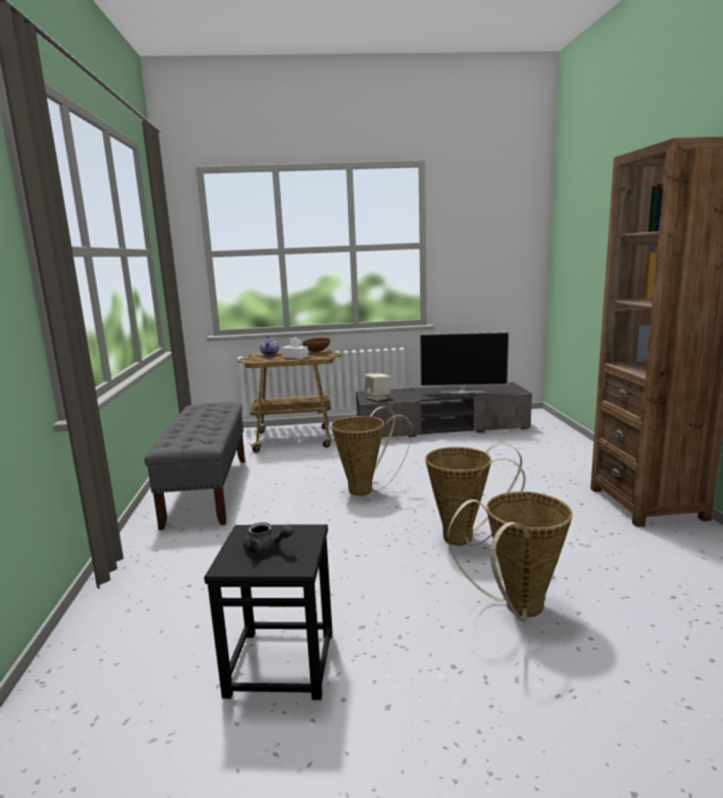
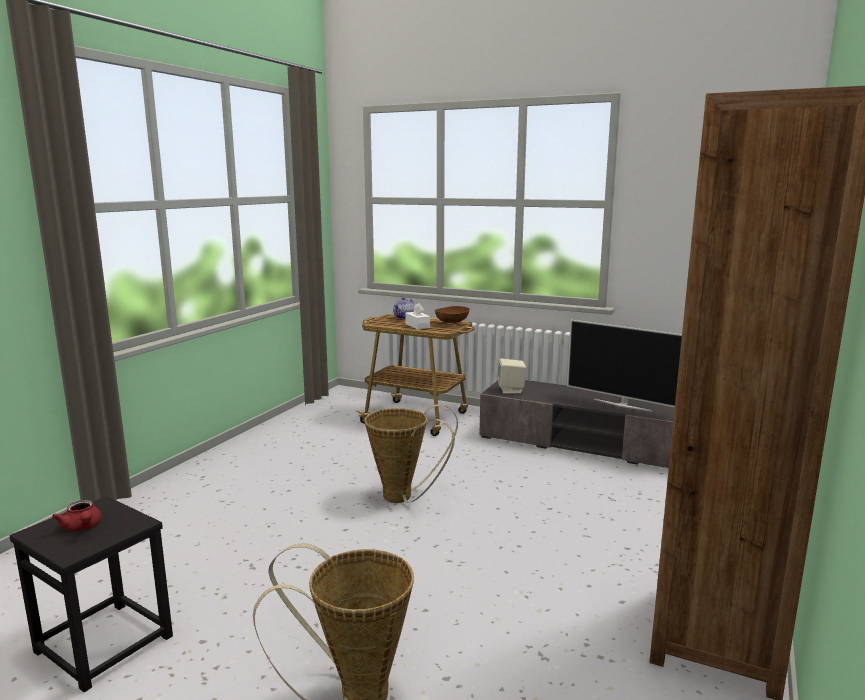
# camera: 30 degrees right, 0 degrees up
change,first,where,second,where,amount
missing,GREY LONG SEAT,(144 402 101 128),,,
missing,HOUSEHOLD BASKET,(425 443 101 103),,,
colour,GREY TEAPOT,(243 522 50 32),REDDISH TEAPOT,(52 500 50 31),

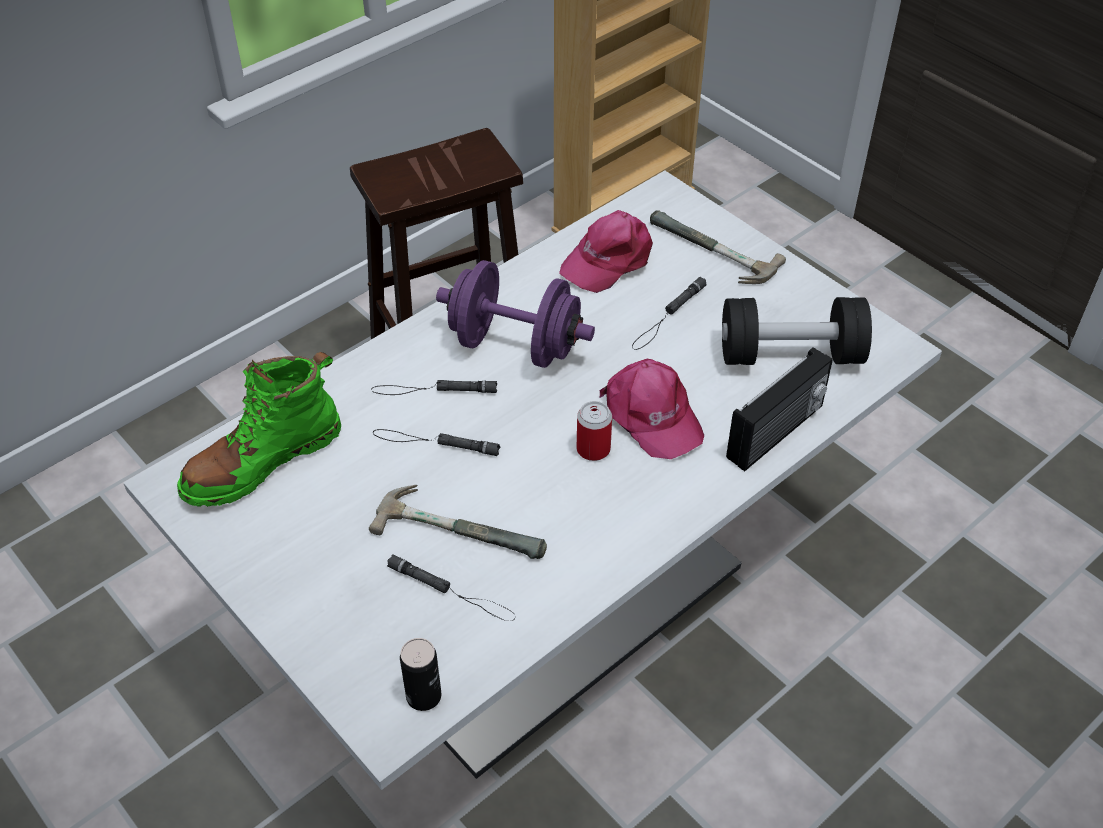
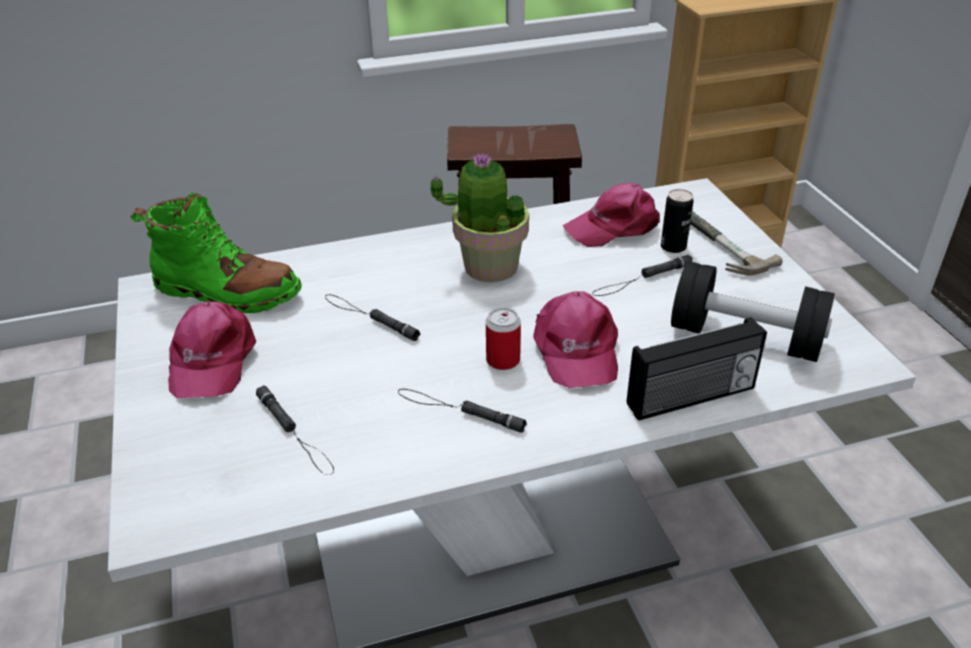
# camera: 25 degrees right, 10 degrees down
change,first,where,second,where,amount
missing,HAMMER,(369 485 178 74),,,
appeared,,,PINKISH BASEBALL CAP,(168 301 88 97),
relocated,BLACK TORCH,(371 380 126 15),,(398 389 129 44),
relocated,METAL CAN,(400 638 41 73),,(661 189 33 64),
exchanged,PURPLE FREE WEIGHT,(436 260 159 108),PLANT IN A POT,(431 152 98 130),
spun,GREEN-COLOURED TALL BOOT,(177 352 164 155),,(130 192 172 121),150 degrees counterclockwise

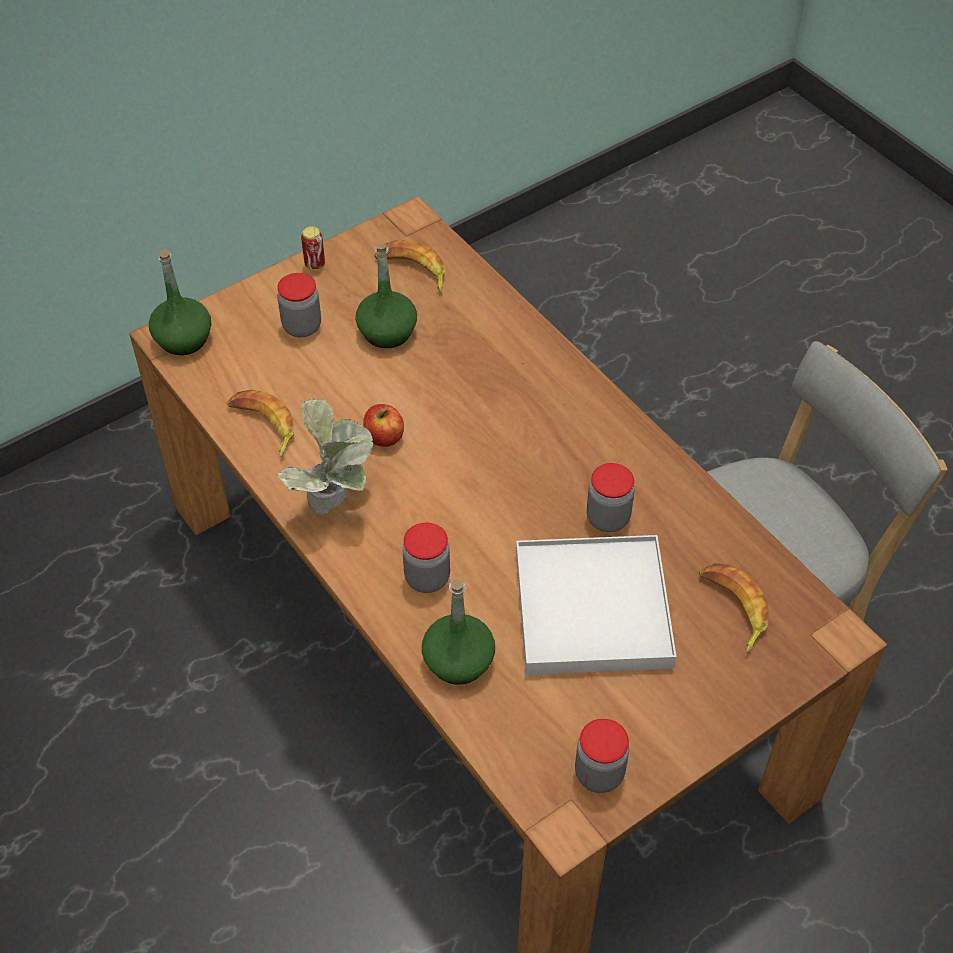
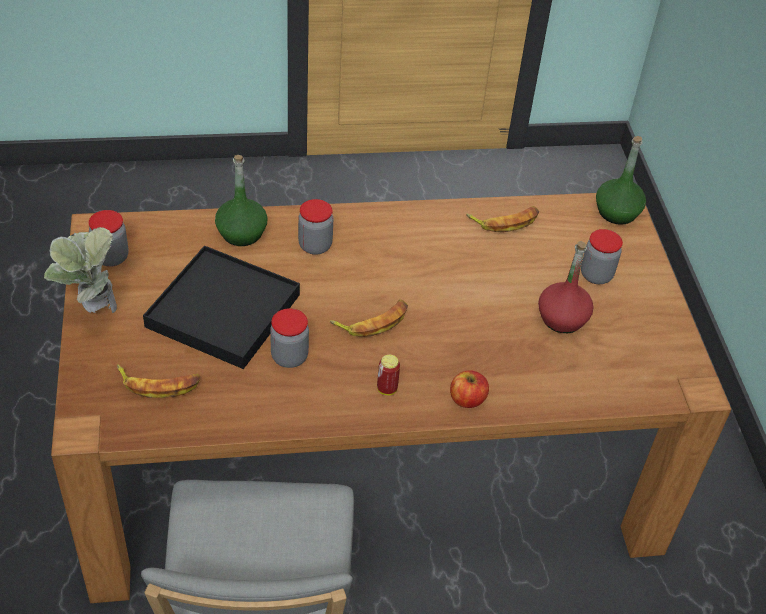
# camera: 115 degrees right, 5 degrees down
change,first,where,second,where,amount
relocated,PLANT IN A POT,(278 398 95 117),,(44 227 73 86),
relocated,METAL CAN,(301 226 24 45),,(377 355 23 41),
relocated,WHOLE APPLE,(363 404 41 43),,(450 370 39 38),
relocated,BANANA FRUIT,(374 240 71 52),,(330 300 78 37),
colour,GREEN-COLOURED DRINK BOTTLE,(355 243 62 105),REDDISH DRINK BOTTLE,(538 241 56 92),
colour,WHITISH CARRYING TRAY,(516 535 160 140),BLACK CARRYING TRAY,(143 246 157 123),

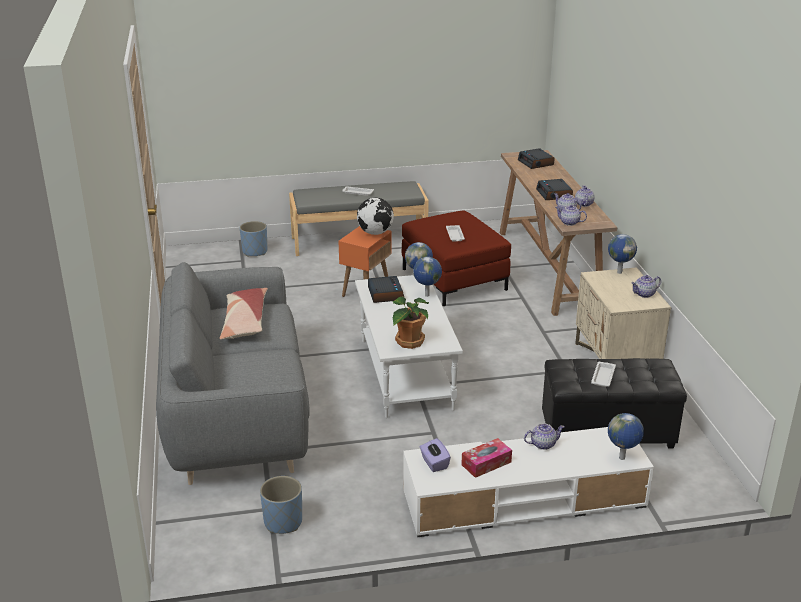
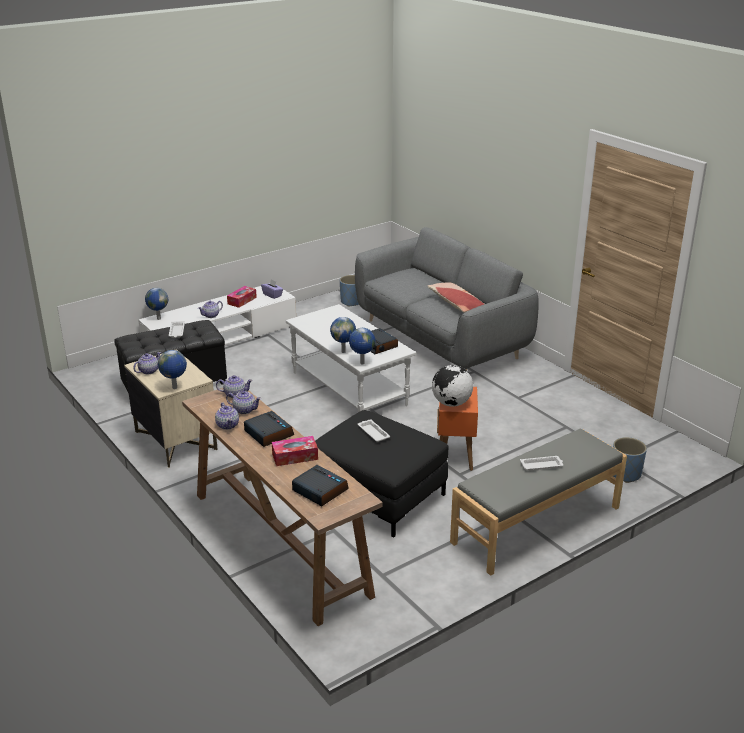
# camera: 155 degrees right, 0 degrees up
change,first,where,second,where,amount
missing,PLANT IN A POT,(393 296 36 53),,,
appeared,,,TISSUE BOX,(272 436 46 30),
colour,REDDISH FOOTREST,(402 211 109 95),BLACK FOOTREST,(315 410 134 128),

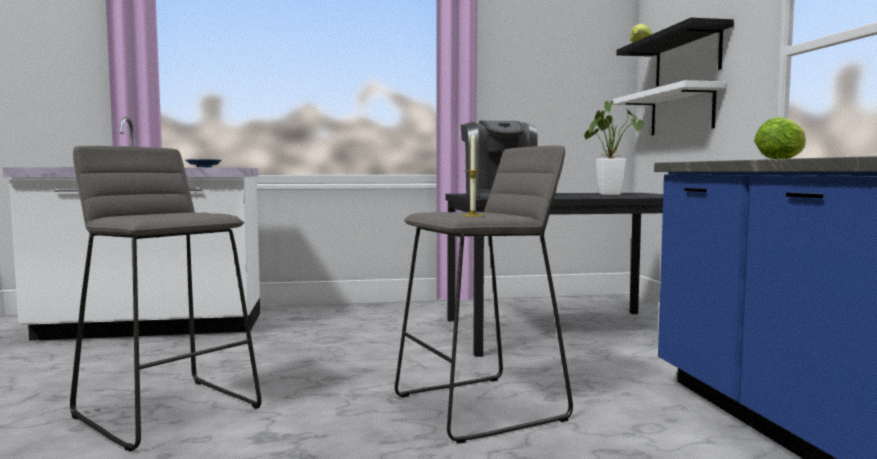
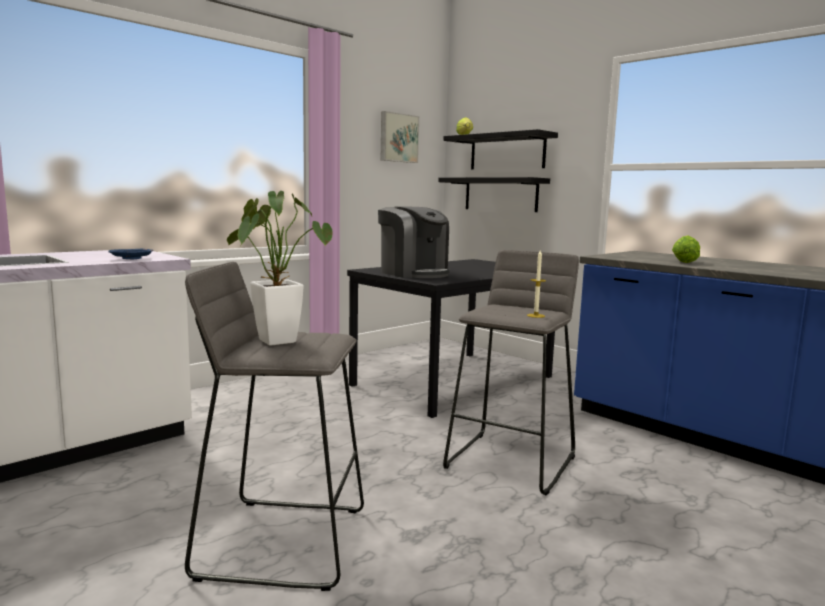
# camera: 35 degrees left, 5 degrees up
change,first,where,second,where,amount
appeared,,,WALL ART,(381 111 38 52),
relocated,PLANT IN A POT,(584 101 60 94),,(227 191 106 155),
colour,WHITISH WALL SHELF,(613 80 114 55),BLACK WALL SHELF,(438 177 112 35),

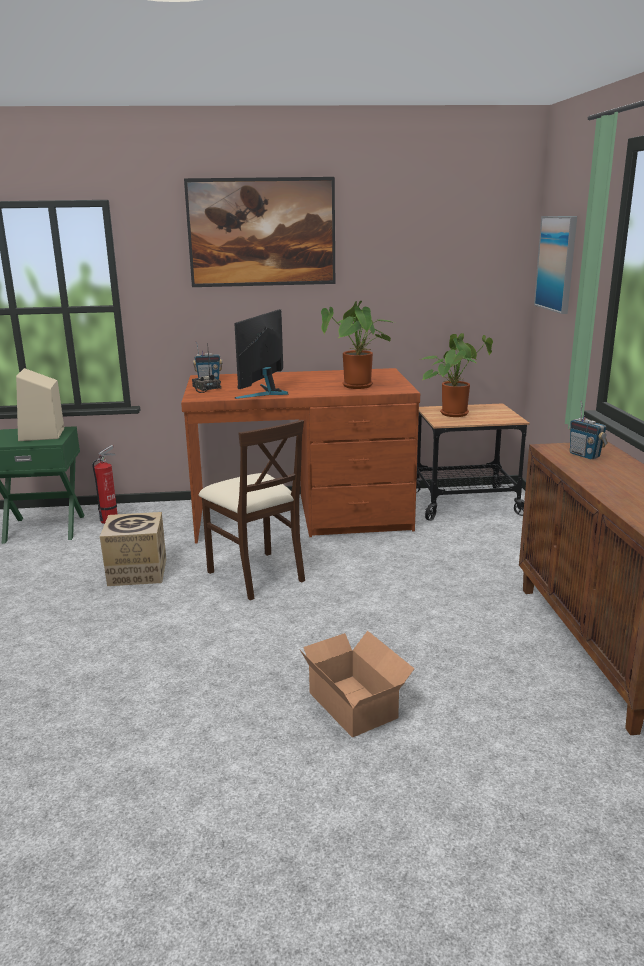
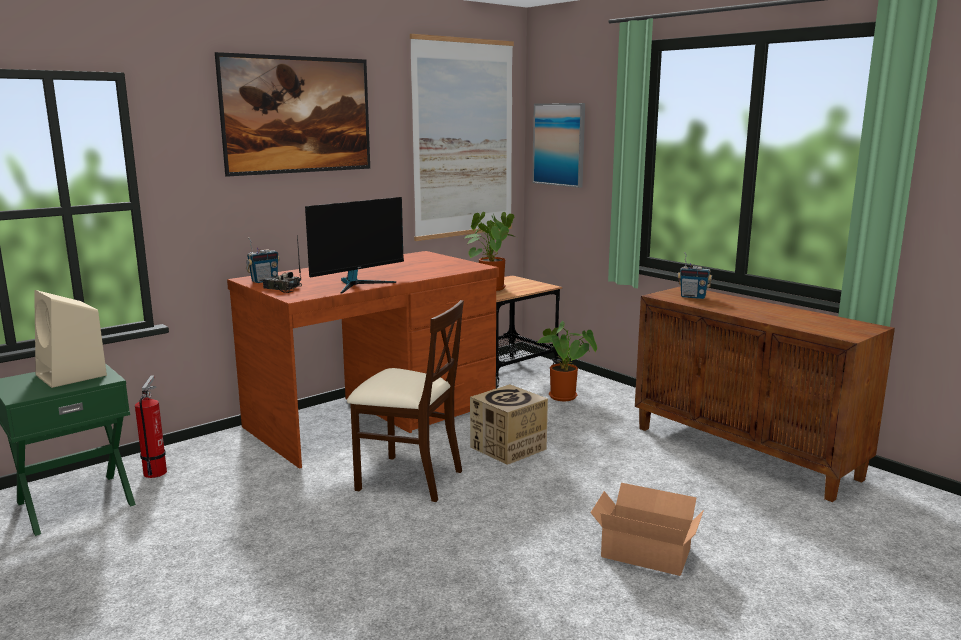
# camera: 35 degrees left, 5 degrees down
change,first,where,second,where,amount
appeared,,,WALL ART,(410 34 104 207),
relocated,CARTON,(100 512 66 74),,(470 384 78 81),
relocated,PLANT IN A POT,(321 301 71 88),,(536 321 61 80),
spun,COMPUTER DISPLAY,(234 309 54 90),,(305 197 99 96),120 degrees counterclockwise

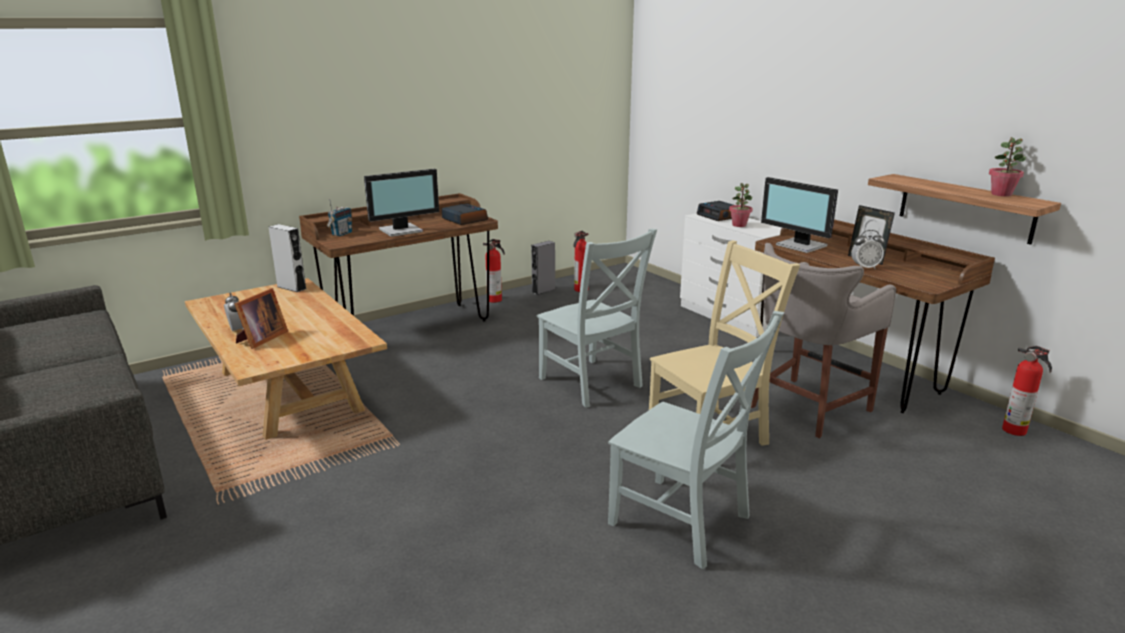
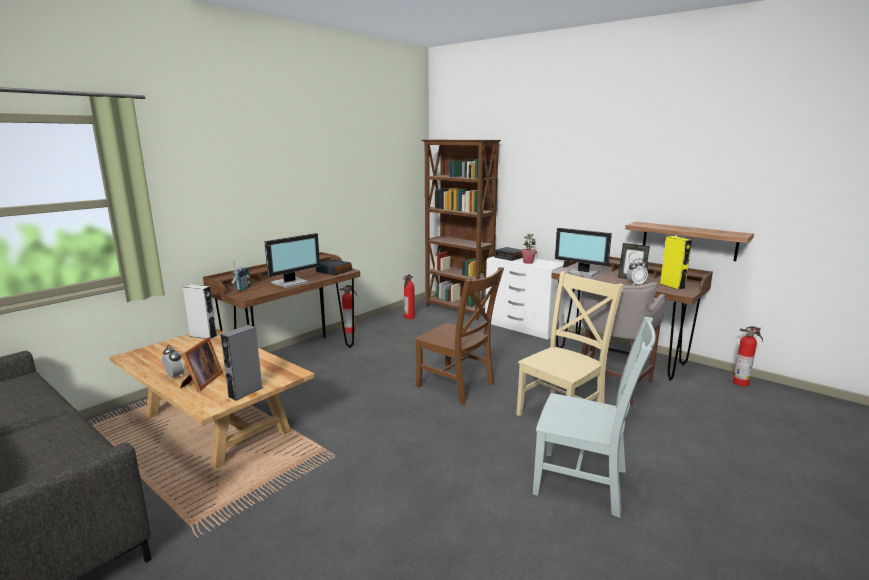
# camera: 15 degrees left, 5 degrees down
change,first,where,second,where,amount
missing,PLANT IN A POT,(989 137 37 60),,,
appeared,,,BROWN BOOKSHELF,(422 140 79 180),
appeared,,,YELLOWISH LOUDSPEAKER,(660 236 32 54),
relocated,GREY LOUDSPEAKER,(531 241 25 54),,(220 325 42 76),
colour,GREY UPRIGHT CHAIR,(537 228 120 180),BROWN UPRIGHT CHAIR,(414 267 90 138),

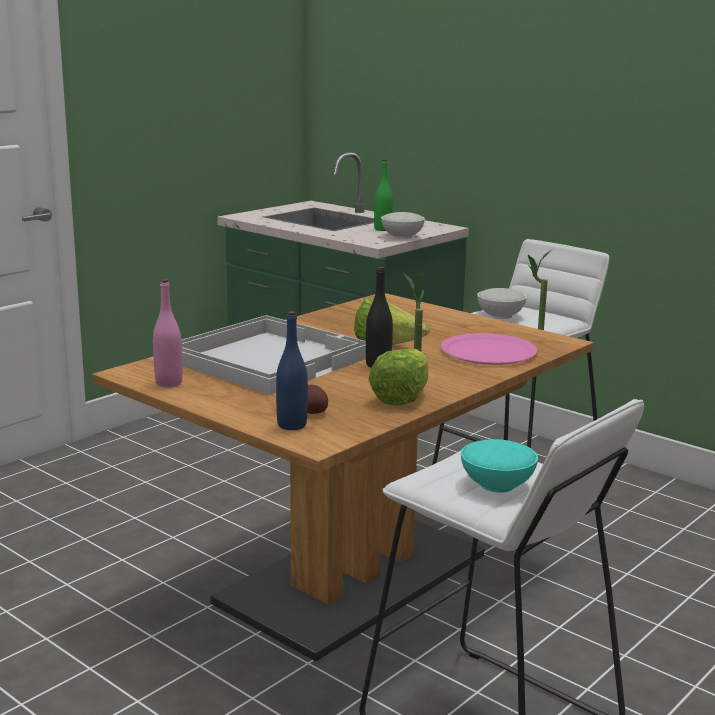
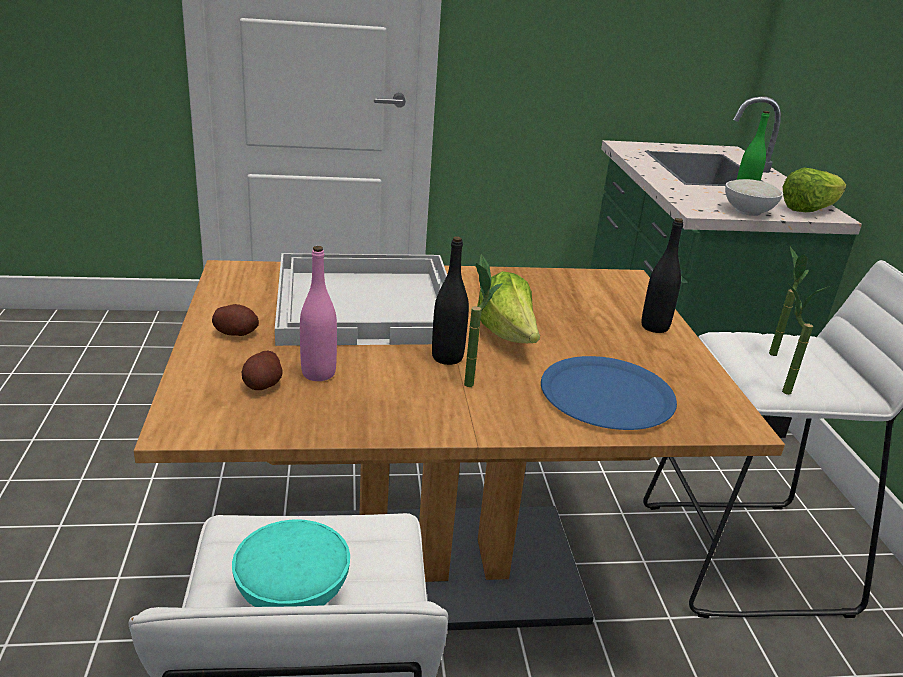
# camera: 40 degrees right, 10 degrees up
change,first,where,second,where,amount
missing,BLUE-COLOURED DRINK BOTTLE,(276 311 32 119),,,
appeared,,,WHOLE POTATO,(212 304 47 32),
appeared,,,BLACK DRINK BOTTLE,(641 218 42 115),
relocated,PINKISH DRINK BOTTLE,(153 279 30 108),,(300 246 37 135),
relocated,LETTUCE,(368 349 60 57),,(783 167 63 45),
exchanged,WHITISH SERVING BOWL,(477 288 50 31),PLANT IN A POT,(769 247 40 109),
colour,PINKISH FLAT DISH,(441 333 97 32),BLUE-COLOURED FLAT DISH,(541 356 136 74),

